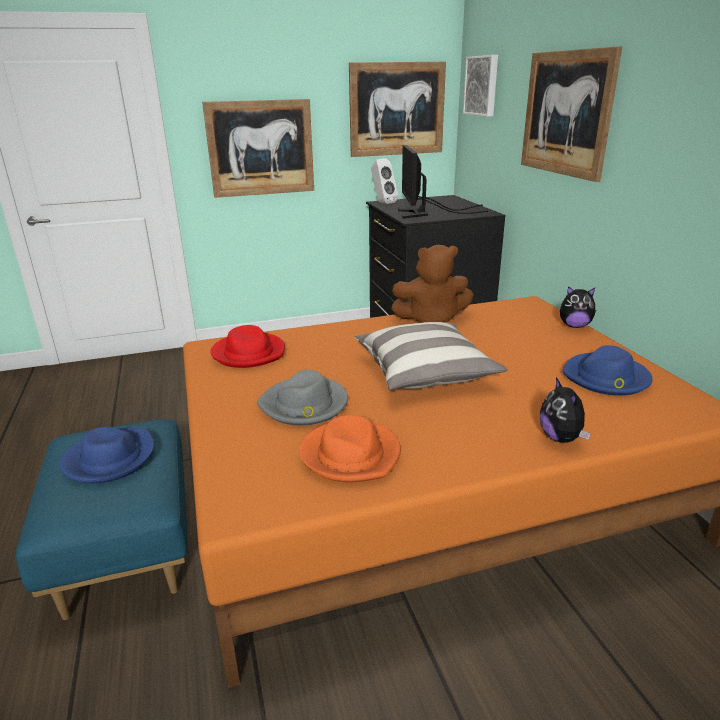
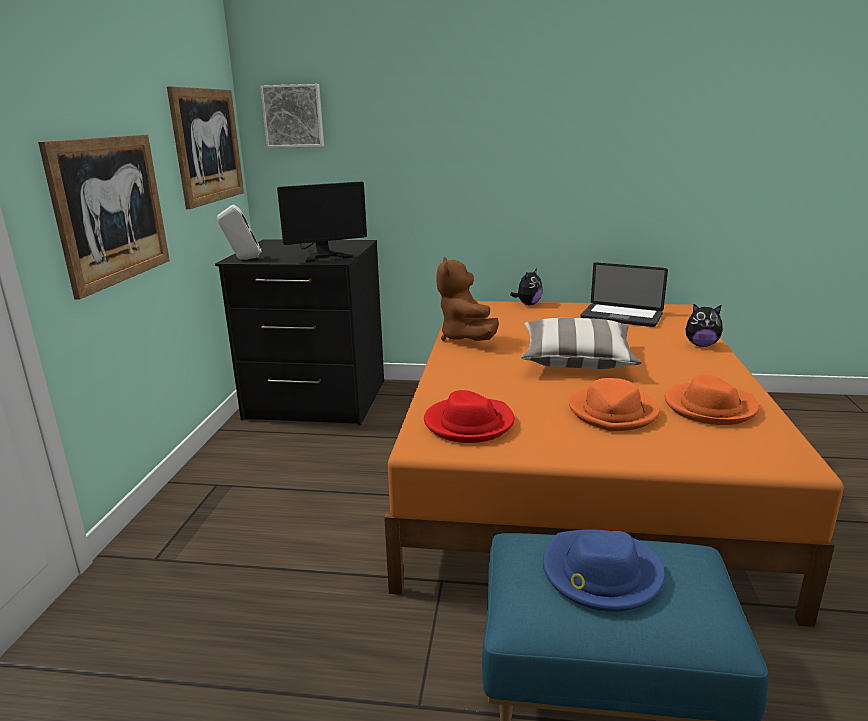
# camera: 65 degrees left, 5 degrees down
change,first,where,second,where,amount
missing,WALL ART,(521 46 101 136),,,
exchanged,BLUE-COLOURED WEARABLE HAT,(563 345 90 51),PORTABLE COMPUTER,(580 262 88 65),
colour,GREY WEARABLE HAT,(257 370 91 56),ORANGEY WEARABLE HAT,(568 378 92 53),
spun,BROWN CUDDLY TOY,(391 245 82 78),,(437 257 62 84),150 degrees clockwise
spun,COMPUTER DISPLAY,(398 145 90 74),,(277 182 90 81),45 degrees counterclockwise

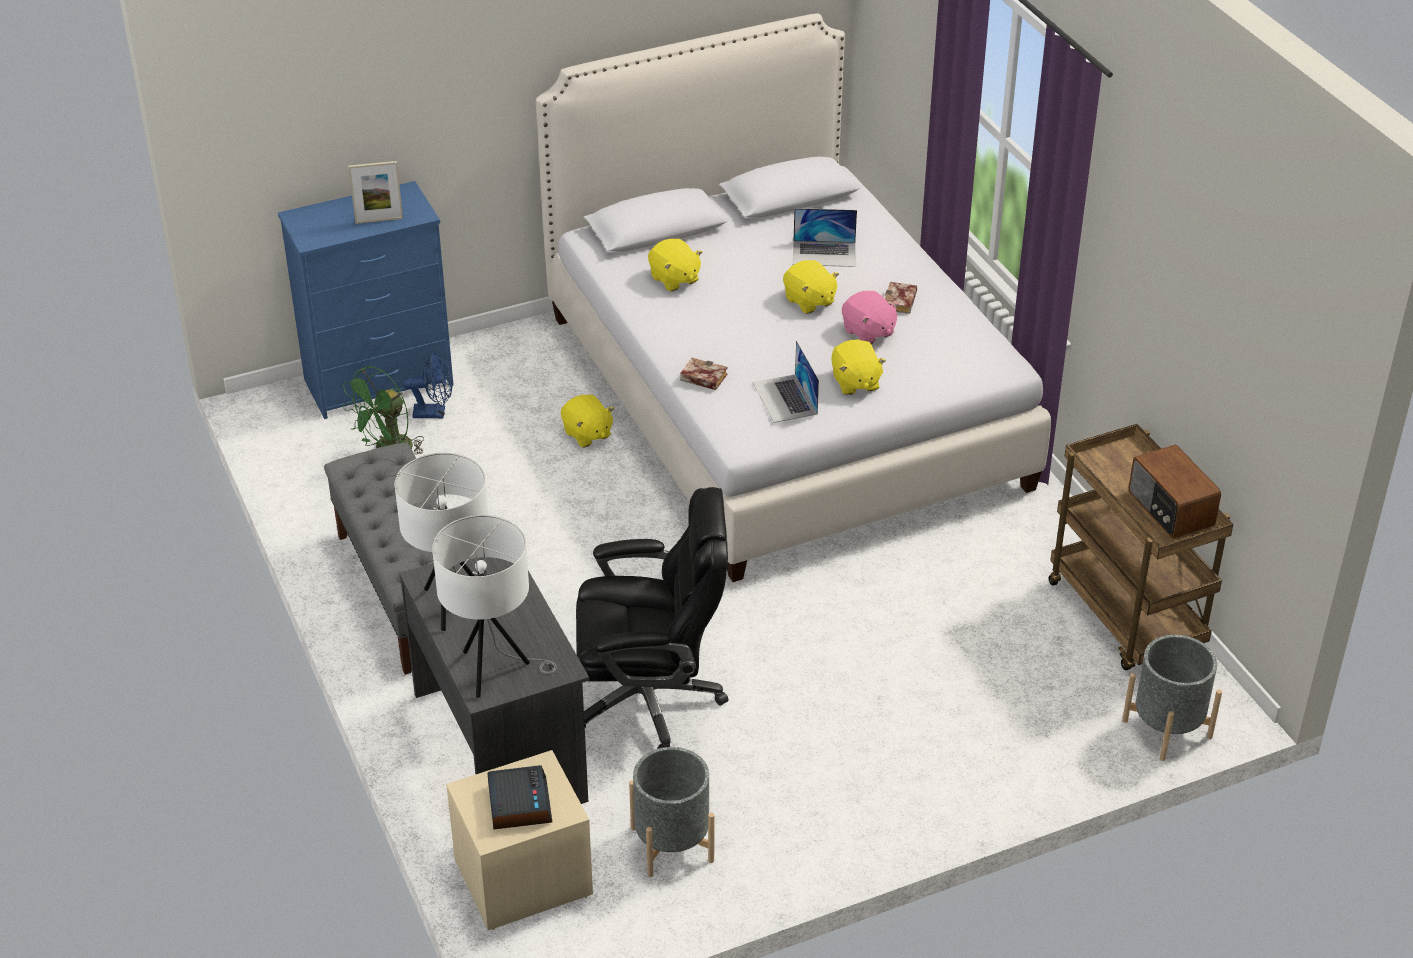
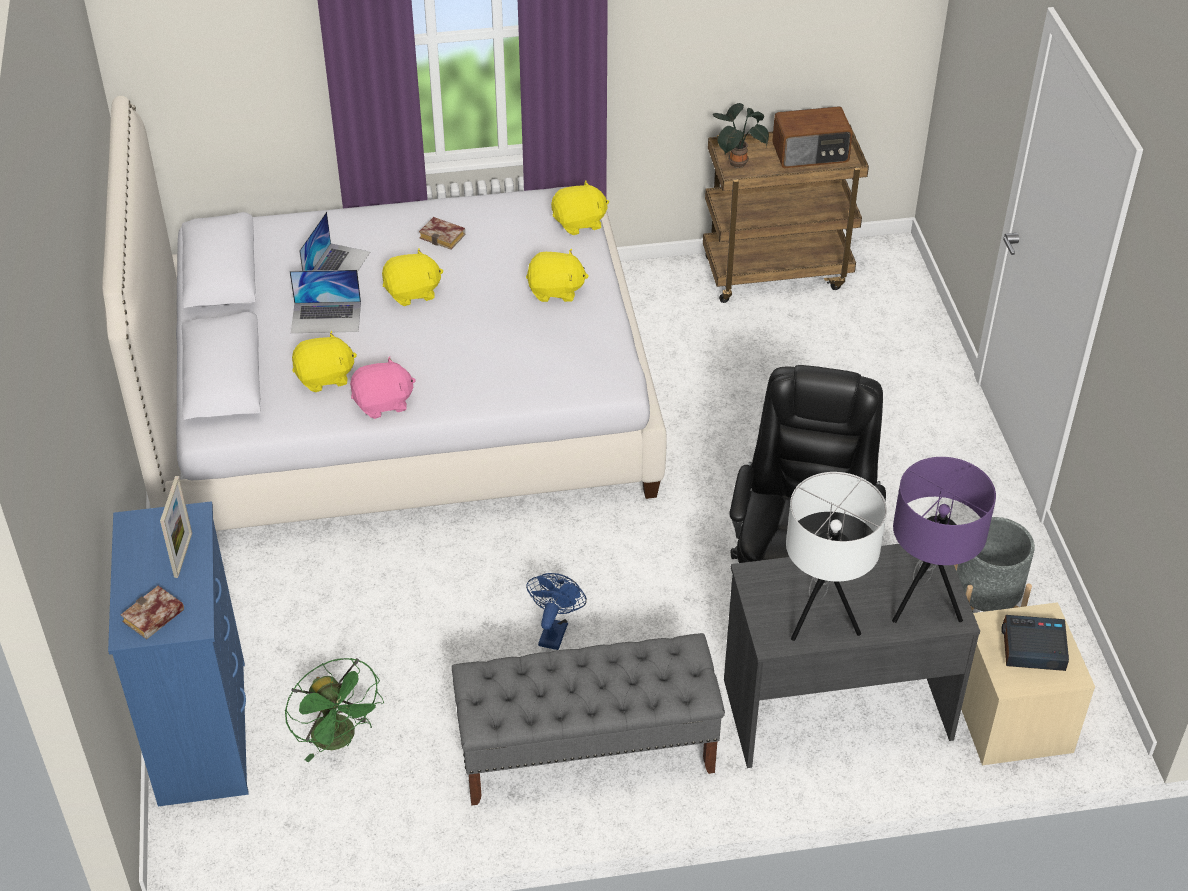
# camera: 75 degrees left, 5 degrees up
change,first,where,second,where,amount
missing,GREY FLOWER POT,(1122 635 100 126),,,
appeared,,,PLANT IN A POT,(713 103 56 65),
relocated,BLUE-COLOURED COOLING FAN,(403 353 50 66),,(526 573 61 77),
relocated,YELLOWISH CUDDLY TOY,(561 395 53 52),,(551 180 58 55),
relocated,BOUND BOOK,(680 358 48 32),,(121 586 63 54),
relocated,PORTABLE COMPUTER,(753 340 66 83),,(289 270 72 63),
relocated,PINKISH CUDDLY TOY,(842 291 57 53),,(350 356 66 63),
colour,WHITISH TABLETOP LAMP,(432 515 125 183),PURPLE TABLETOP LAMP,(892 457 104 166),

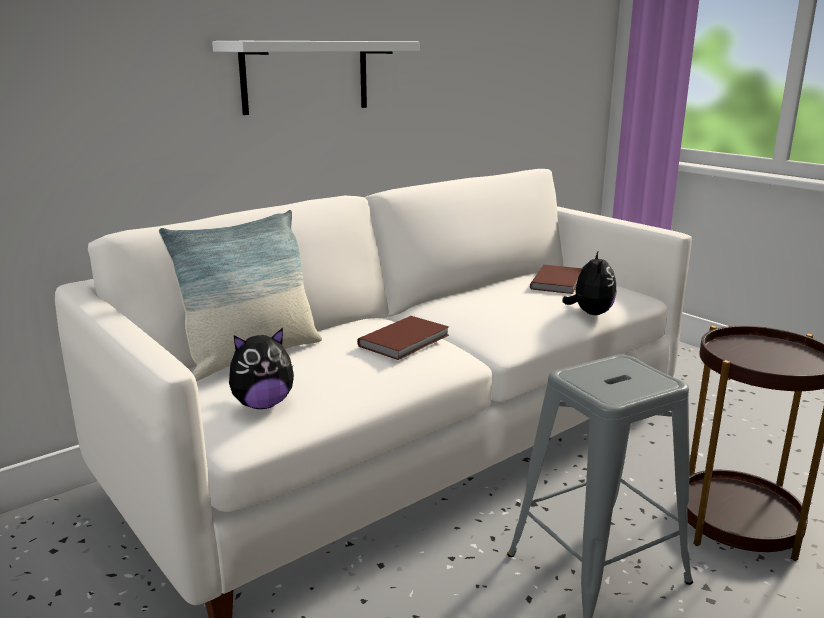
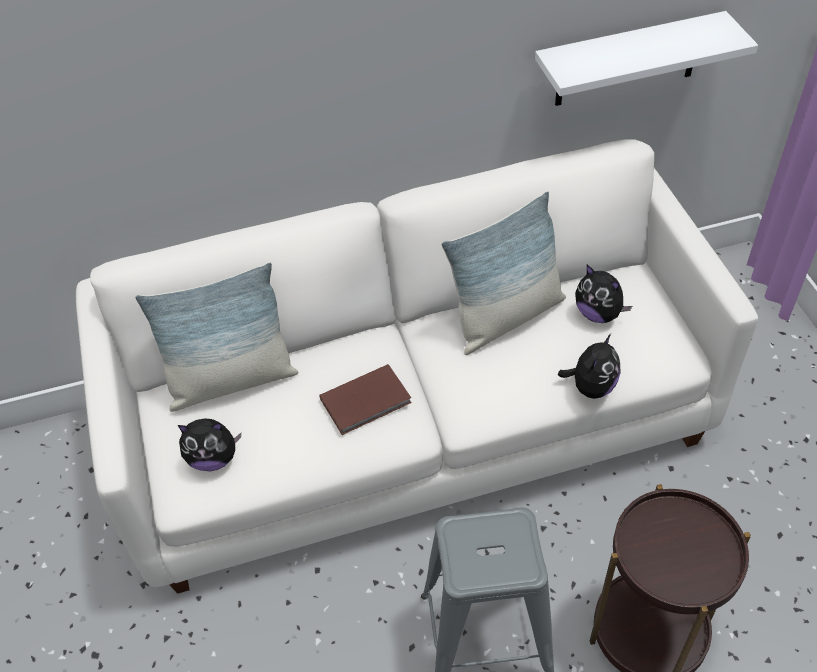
# camera: 25 degrees right, 30 degrees up
change,first,where,second,where,amount
appeared,,,CUSHION,(441 191 125 164),
relocated,WHITISH WALL SHELF,(212 41 207 74),,(535 11 223 95),
exchanged,BROWN BOUND BOOK,(530 265 52 29),CUDDLY TOY,(575 265 57 58),

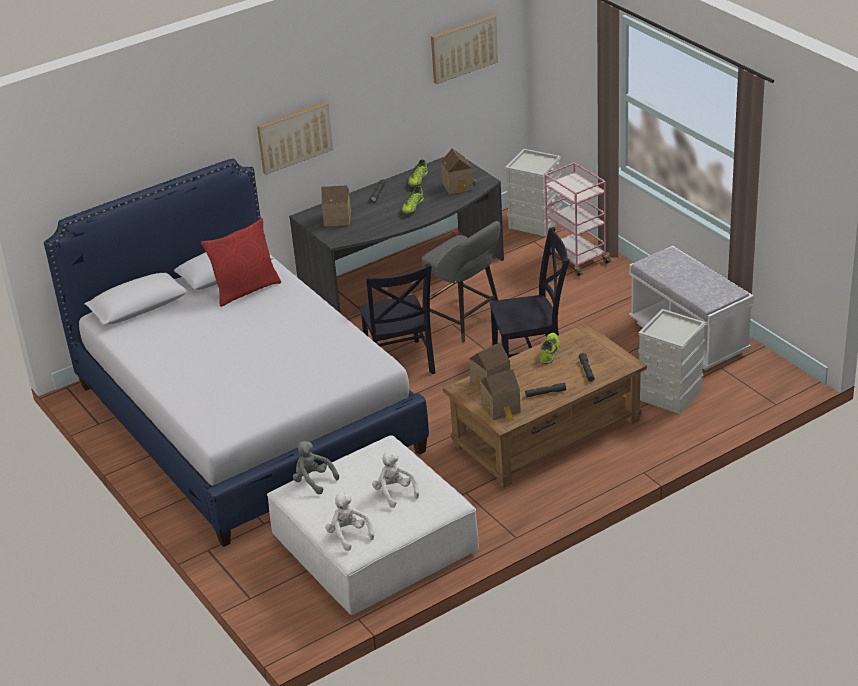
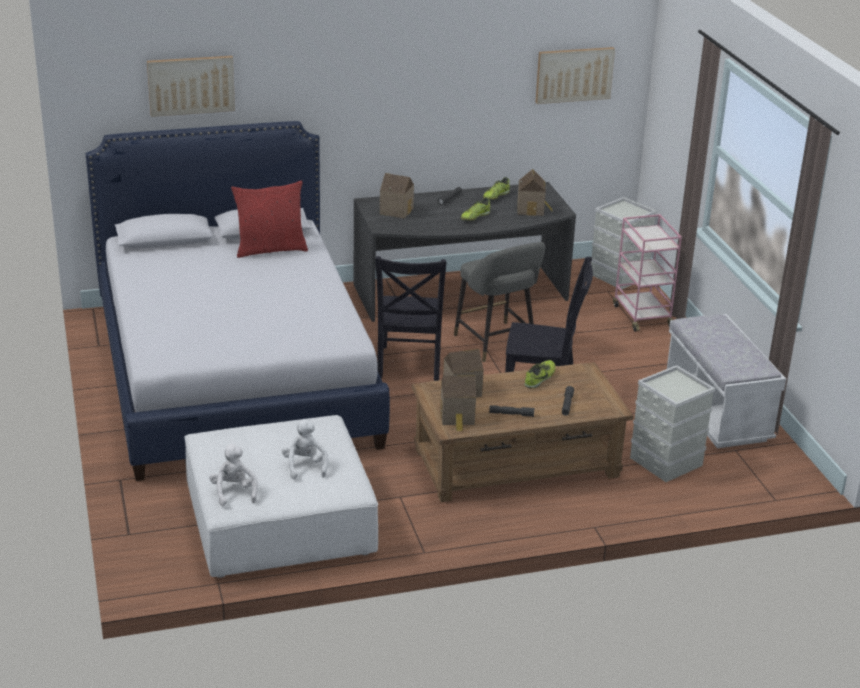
# camera: 15 degrees right, 5 degrees down
change,first,where,second,where,amount
missing,GREY CUDDLY TOY,(293 441 46 53),,,
relocated,WALL ART,(257 102 76 73),,(147 56 88 61),

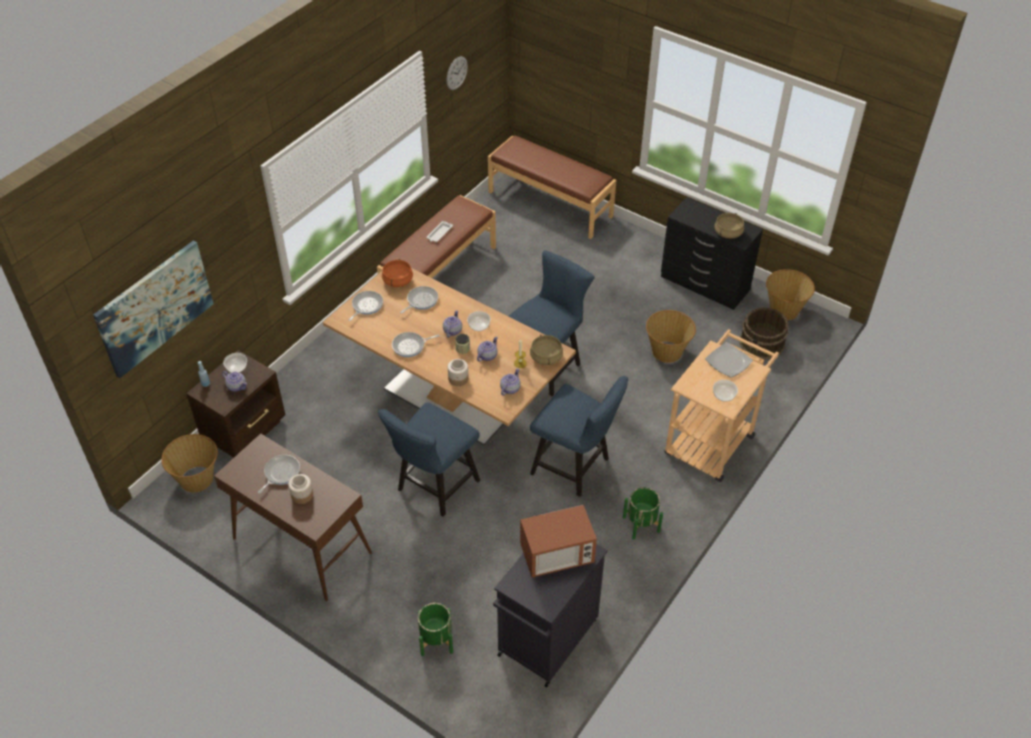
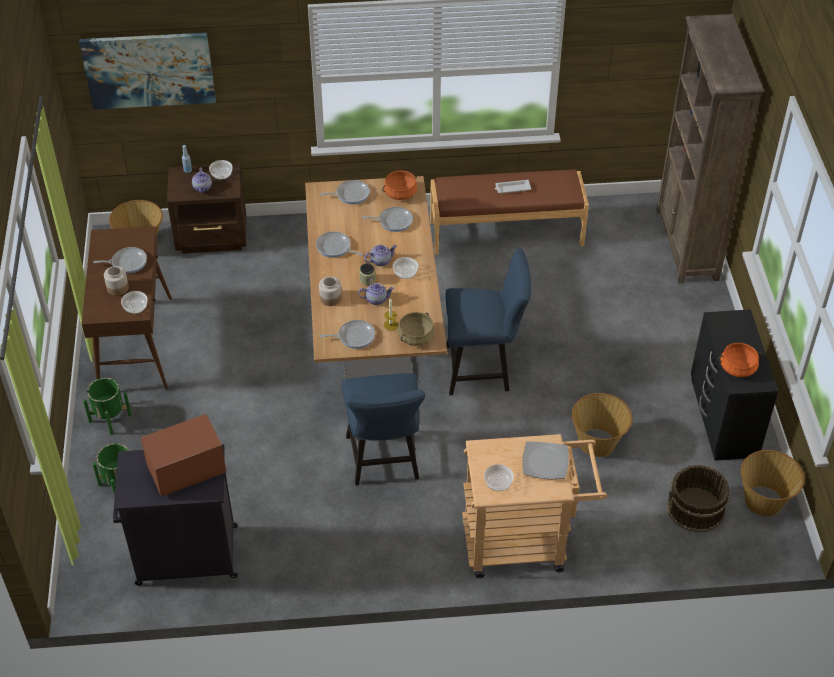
# camera: 50 degrees right, 0 degrees up
change,first,where,second,where,amount
missing,BLUE-COLOURED UPRIGHT CHAIR,(378 403 102 114),,,
missing,HANGING CLOCK,(447 56 21 34),,,
appeared,,,SERVING BOWL,(121 291 27 23),
relocated,GREEN-COLOURED FLOWER POT,(623 487 40 53),,(83 378 49 57),
exchanged,BROWN LONG SEAT,(488 135 128 104),BROWN BOOKSHELF,(656 14 108 270),
exchanged,TEAPOT,(500 368 21 28),PAN,(320 320 55 29),
colour,SAND-COLOURED STOCKPOT,(714 213 30 26),ORANGEY STOCKPOT,(718 343 44 34),
spun,KITCHEN MICROWAVE,(520 505 77 72),,(141 414 85 83),120 degrees clockwise

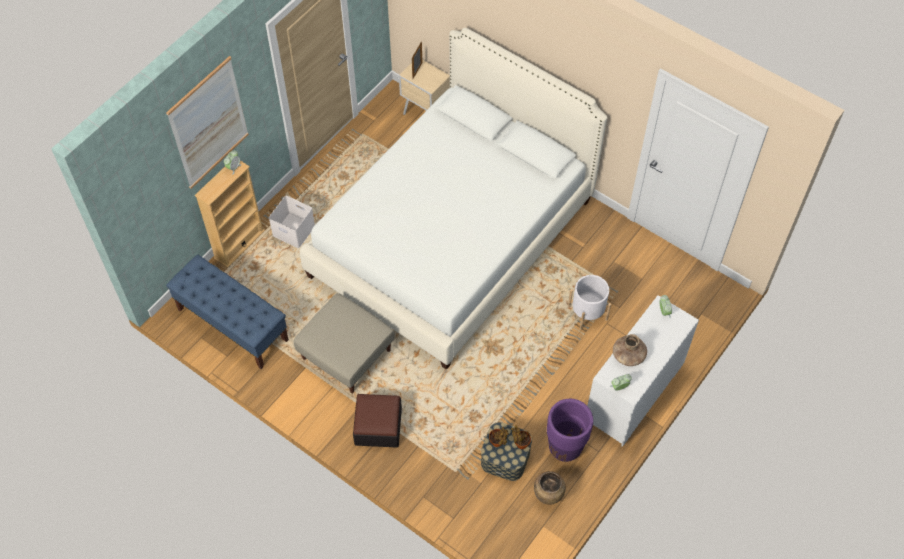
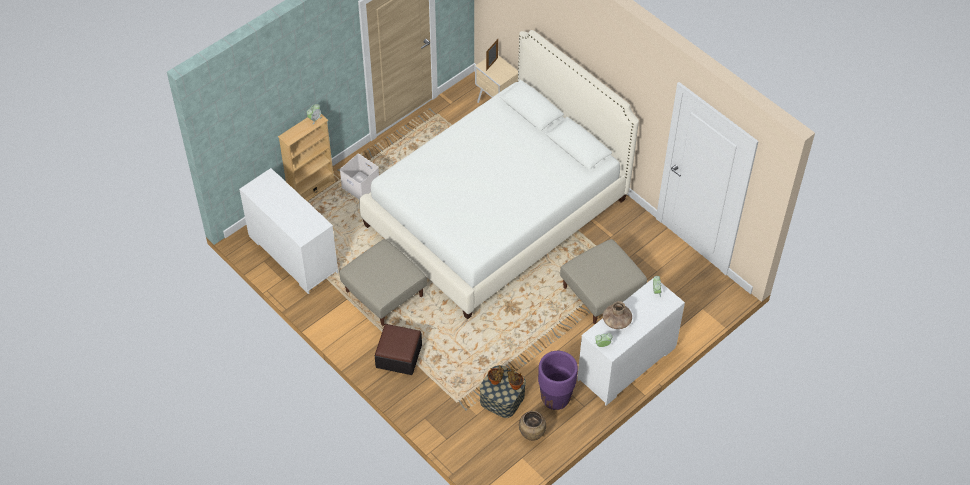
# camera: 10 degrees right, 5 degrees down
change,first,where,second,where,amount
missing,WALL ART,(166 56 83 133),,,
exchanged,BLUE-COLOURED LONG SEAT,(166 254 123 115),WHITISH DRESSER,(239 168 99 126),
exchanged,WHITISH FLOWER POT,(568 275 43 55),SAND-COLOURED FOOTREST,(560 239 87 85),

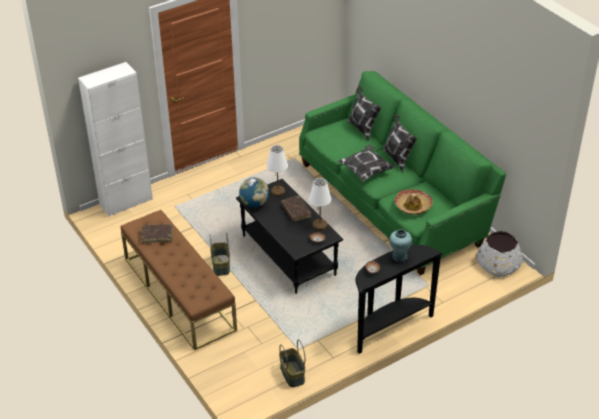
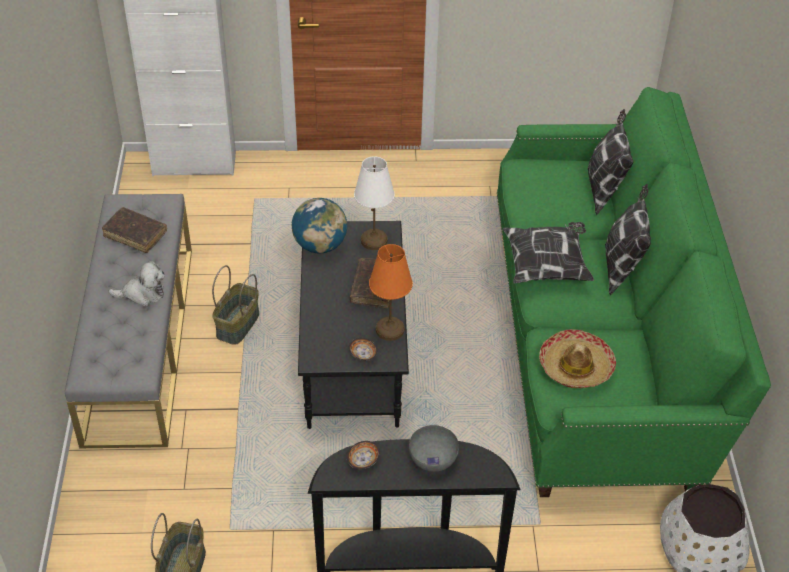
# camera: 30 degrees right, 5 degrees up
change,first,where,second,where,amount
appeared,,,CUDDLY TOY,(108 261 57 46),
exchanged,TURQUOISE DECORATIVE VASE,(389 229 23 33),GREY SERVING BOWL,(409 425 50 47),
colour,BROWN LONG SEAT,(121 210 116 141),GREY LONG SEAT,(65 194 127 255),
colour,WHITISH TABLETOP LAMP,(309 178 22 53),ORANGEY TABLETOP LAMP,(369 244 44 97),

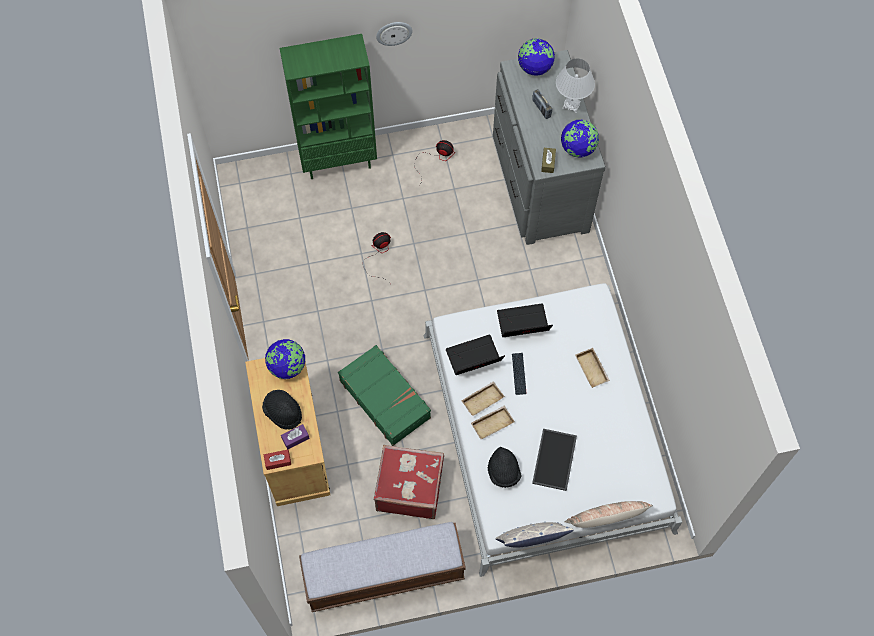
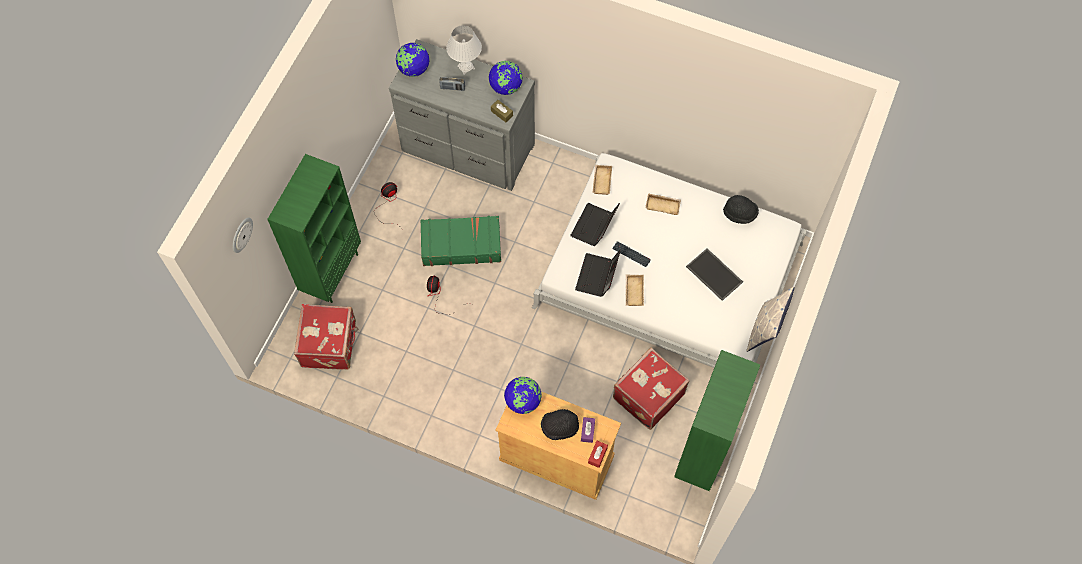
# camera: 55 degrees left, 0 degrees up
change,first,where,second,where,amount
missing,CUSHION,(565 501 87 27),,,
appeared,,,REDDISH PIECE OF LUGGAGE,(294 304 64 66),
relocated,GREEN-COLOURED PIECE OF LUGGAGE,(338 345 93 101),,(421 216 80 50),
relocated,HANGING CLOCK,(376 22 36 24),,(233 217 20 36),
relocated,SAND-COLOURED CARRYING TRAY,(471 405 44 34),,(593 165 19 30),
relocated,BLACK WEARABLE HAT,(488 447 34 41),,(723 195 36 29),
exchanged,LONG SEAT,(299 522 167 90),GREEN-COLOURED BOOKSHELF,(674 350 86 141),

